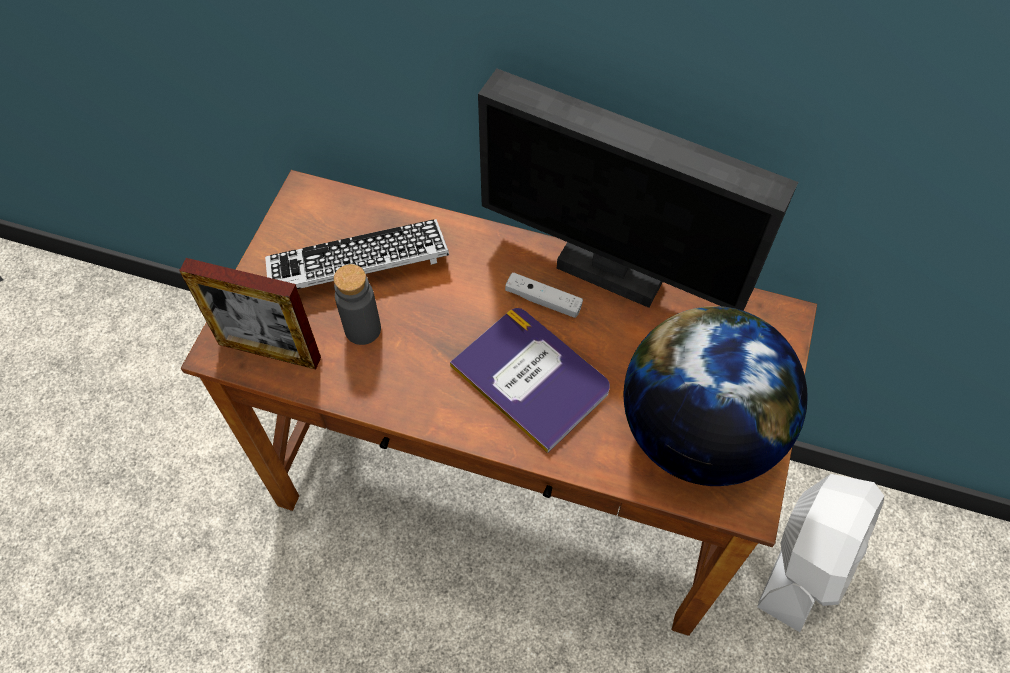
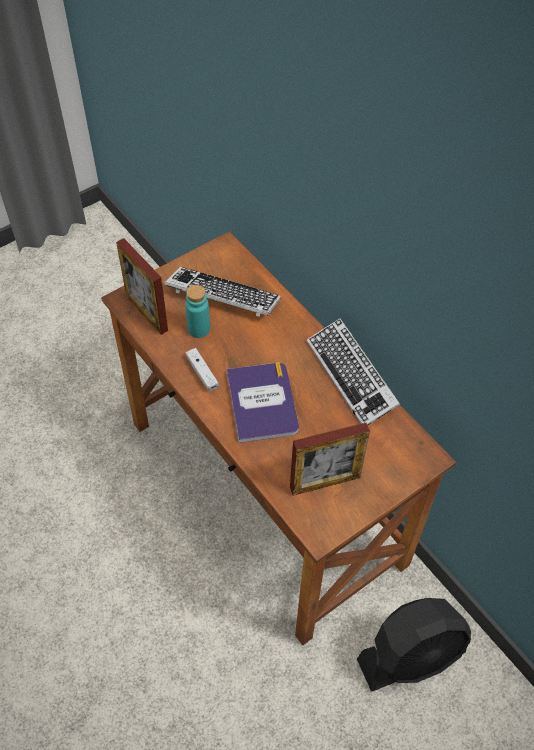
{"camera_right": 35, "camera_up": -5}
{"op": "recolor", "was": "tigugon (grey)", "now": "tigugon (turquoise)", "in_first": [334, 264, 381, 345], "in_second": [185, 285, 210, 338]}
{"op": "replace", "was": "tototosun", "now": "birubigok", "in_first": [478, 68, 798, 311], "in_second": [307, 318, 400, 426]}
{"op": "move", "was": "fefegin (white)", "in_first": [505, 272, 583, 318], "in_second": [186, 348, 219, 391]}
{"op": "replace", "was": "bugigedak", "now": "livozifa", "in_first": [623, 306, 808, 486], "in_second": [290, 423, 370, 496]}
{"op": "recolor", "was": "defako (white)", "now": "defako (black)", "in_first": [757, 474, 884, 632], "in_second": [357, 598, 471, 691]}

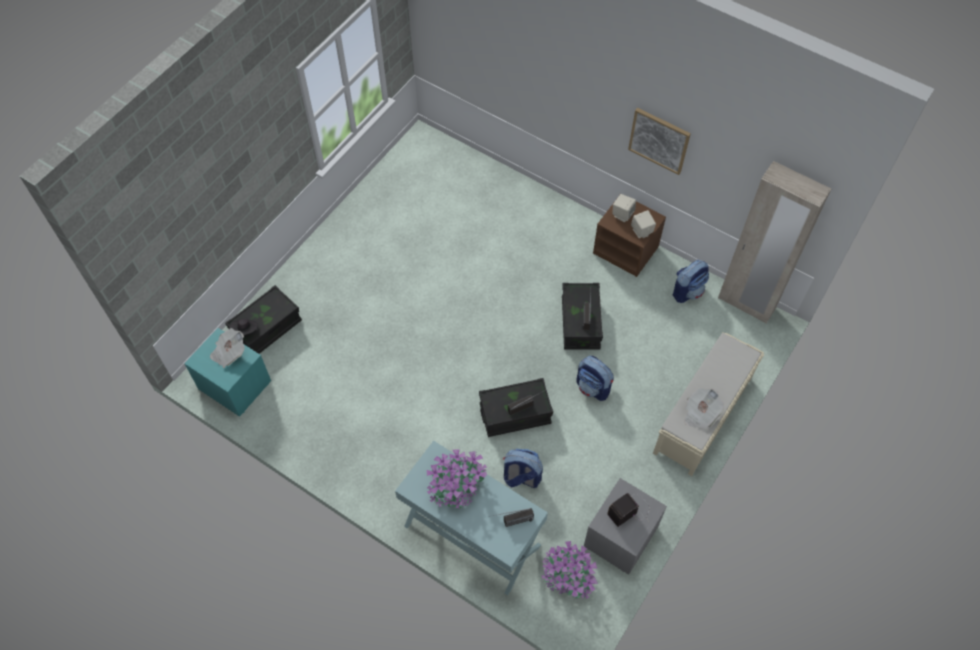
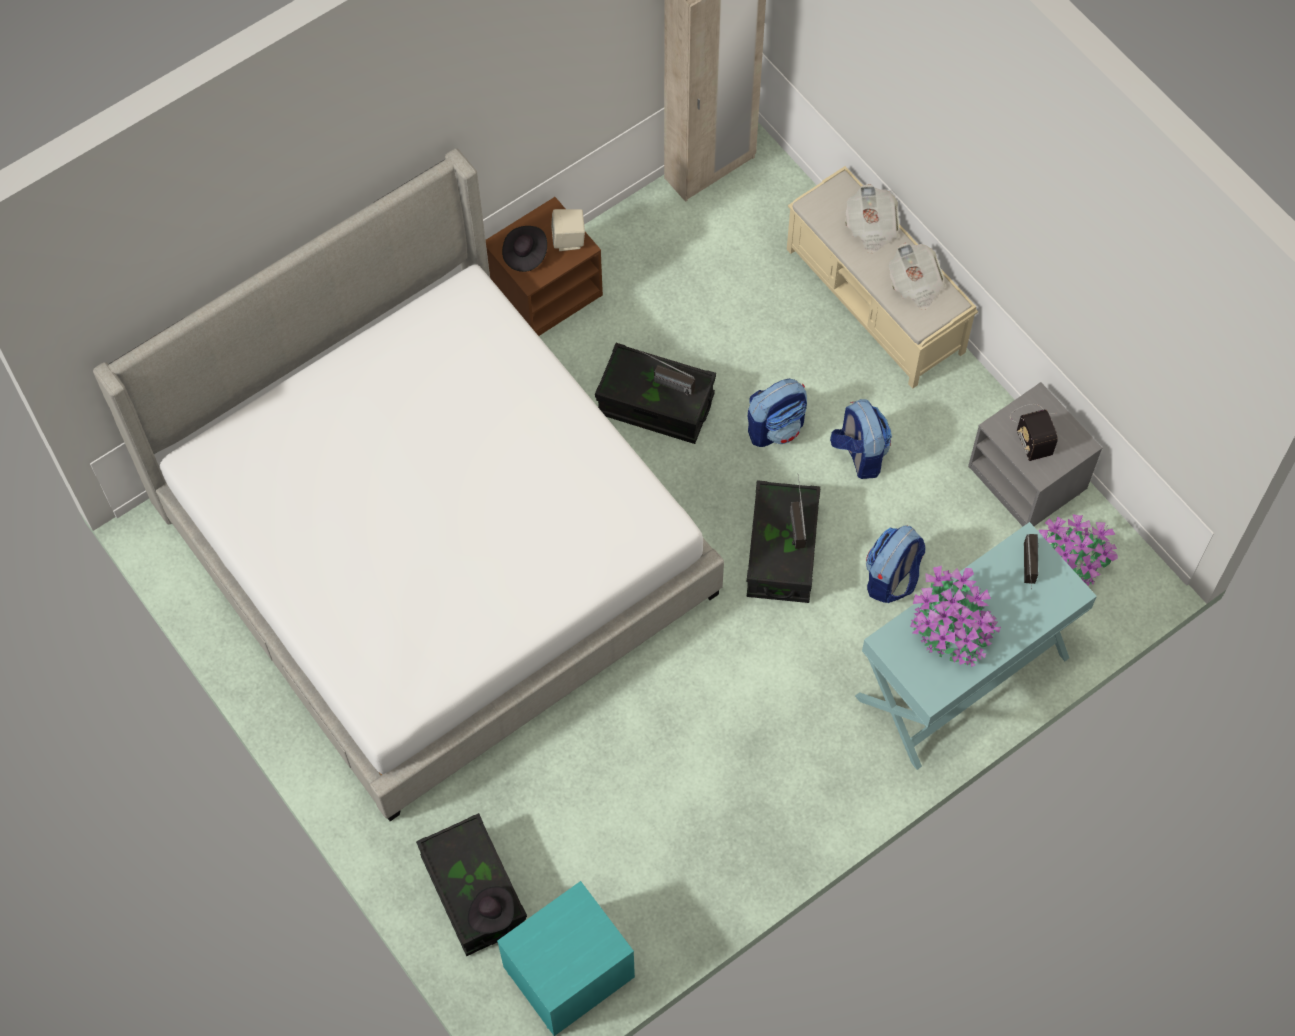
{"camera_right": -70, "camera_up": 5}
{"op": "move", "was": "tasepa", "in_first": [210, 328, 245, 368], "in_second": [845, 184, 899, 254]}
{"op": "replace", "was": "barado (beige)", "now": "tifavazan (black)", "in_first": [612, 194, 636, 222], "in_second": [502, 226, 547, 272]}
{"op": "delete", "was": "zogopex", "in_first": [628, 108, 691, 175]}
{"op": "move", "was": "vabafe", "in_first": [673, 260, 709, 303], "in_second": [830, 399, 892, 479]}
{"op": "insert", "now": "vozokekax", "in_second": [93, 149, 724, 821]}

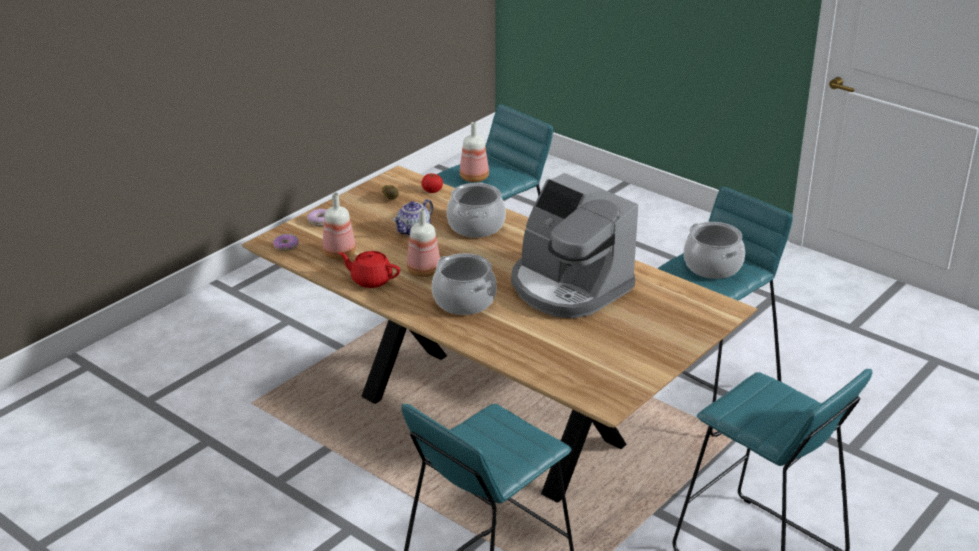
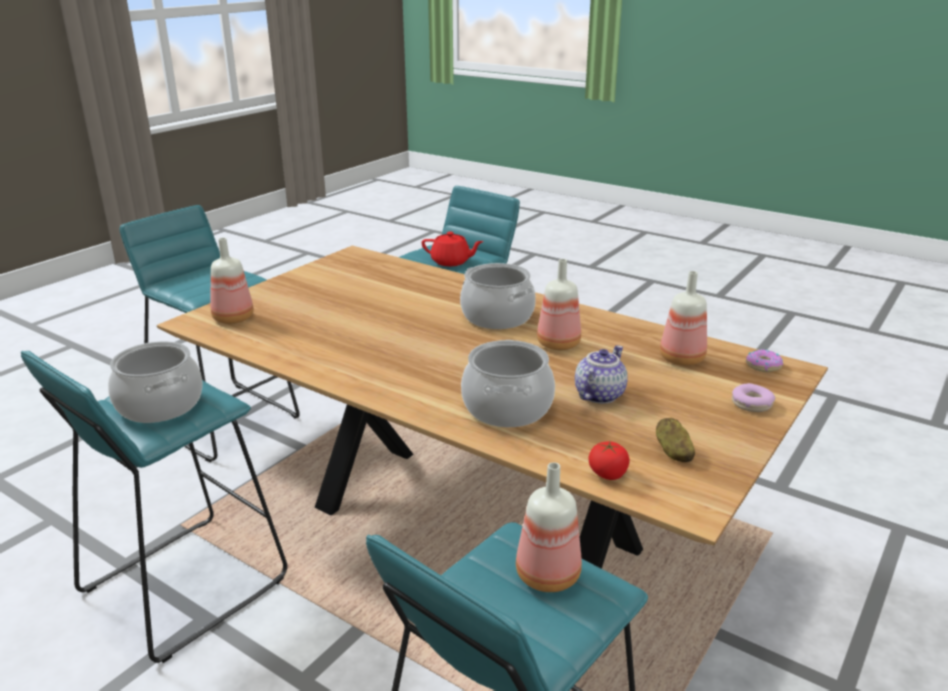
{"camera_right": 175, "camera_up": -5}
{"op": "move", "was": "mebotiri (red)", "in_first": [338, 251, 400, 288], "in_second": [422, 232, 483, 266]}
{"op": "delete", "was": "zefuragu", "in_first": [511, 173, 638, 319]}
{"op": "insert", "now": "tigugon", "in_second": [211, 238, 254, 324]}

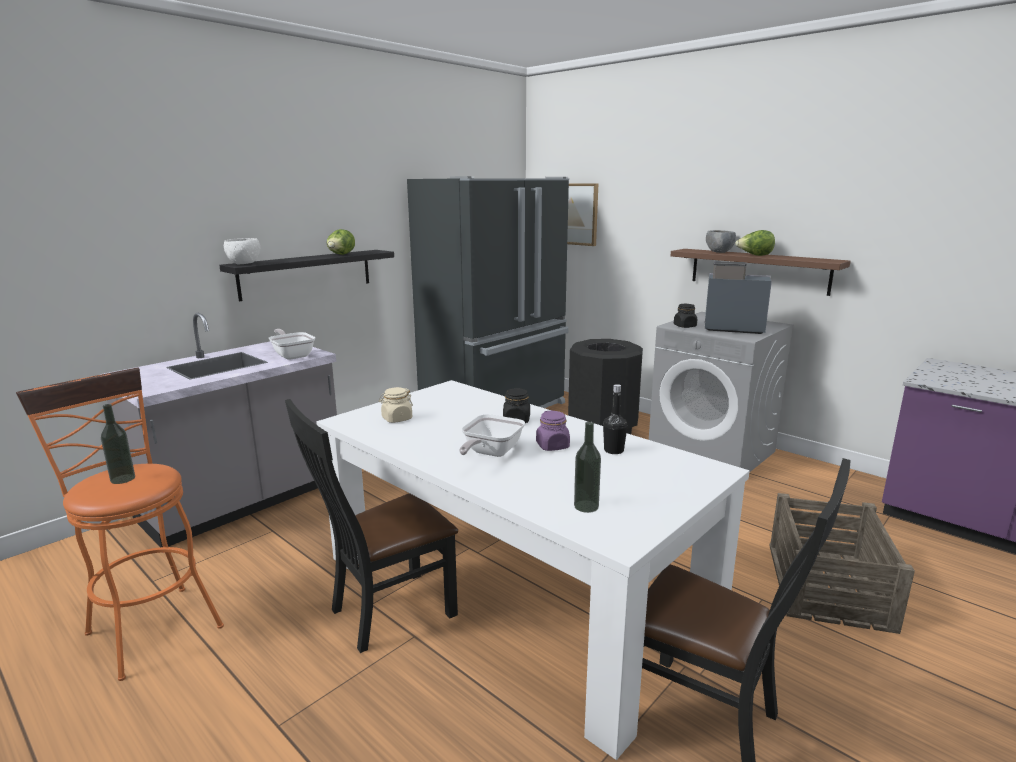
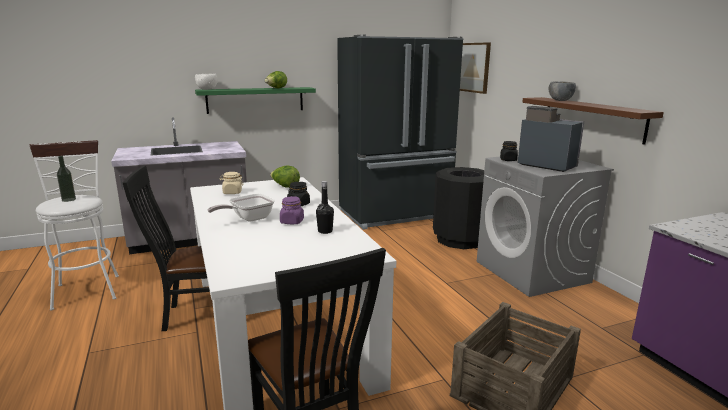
{"camera_right": 25, "camera_up": 0}
{"op": "recolor", "was": "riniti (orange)", "now": "riniti (white)", "in_first": [16, 367, 224, 681], "in_second": [29, 140, 119, 310]}
{"op": "recolor", "was": "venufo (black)", "now": "venufo (green)", "in_first": [219, 250, 394, 301], "in_second": [195, 87, 316, 114]}
{"op": "delete", "was": "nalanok", "in_first": [269, 329, 315, 360]}
{"op": "delete", "was": "tigugon", "in_first": [574, 421, 601, 513]}
{"op": "move", "was": "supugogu", "in_first": [735, 230, 775, 256], "in_second": [270, 166, 300, 188]}

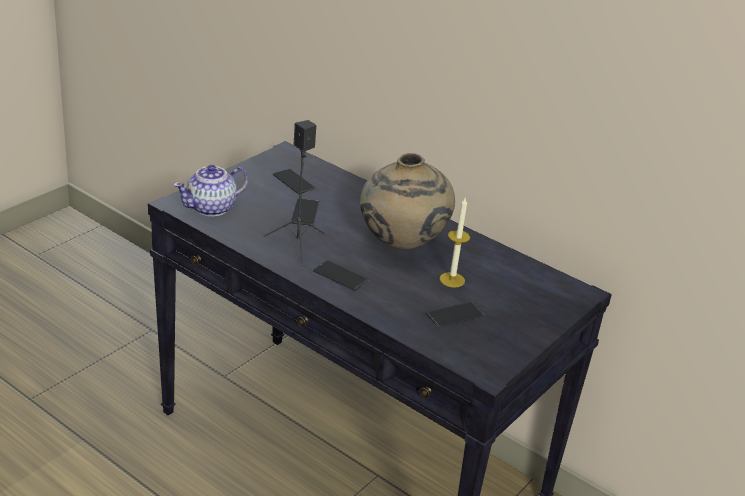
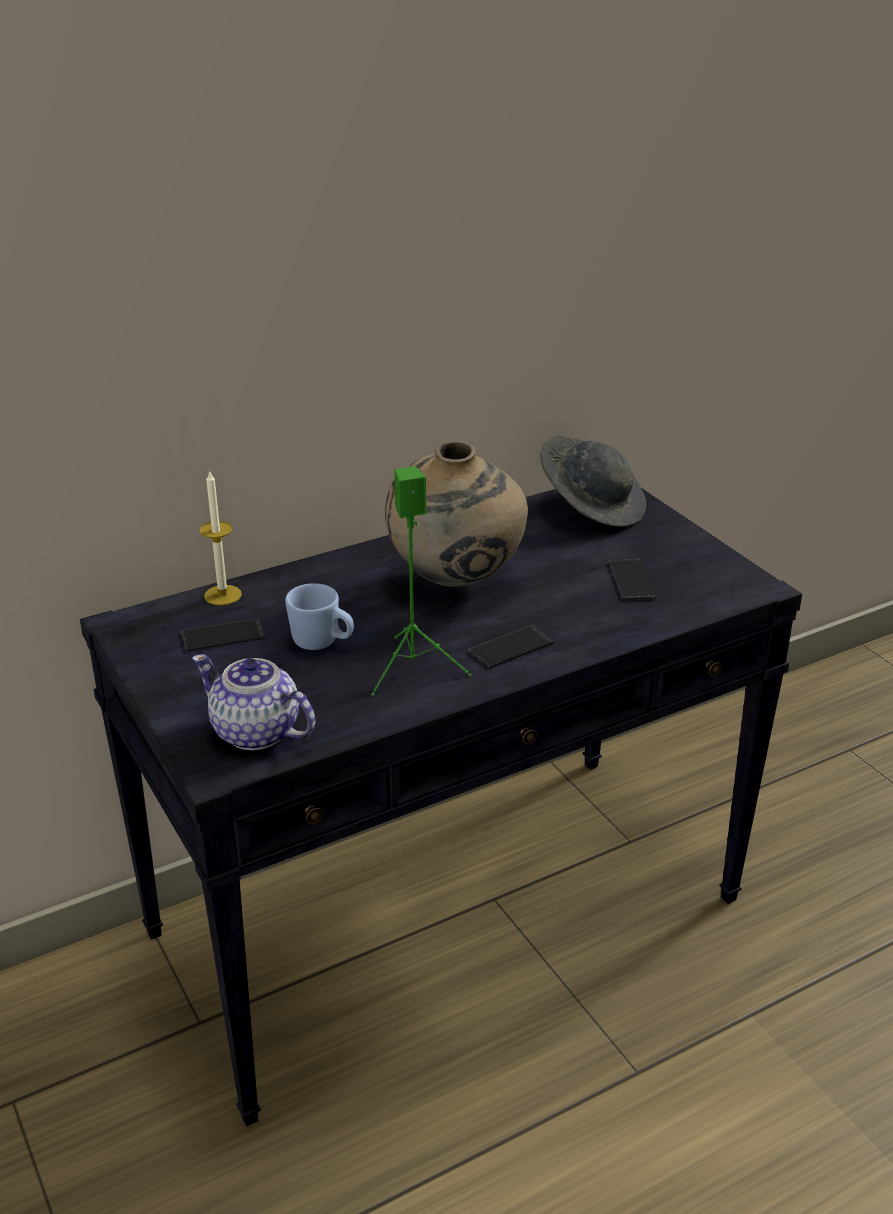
{"camera_right": -65, "camera_up": 0}
{"op": "rotate", "was": "mebotiri", "in_first": [173, 165, 248, 217], "in_second": [192, 654, 315, 750], "clockwise": 135}
{"op": "recolor", "was": "barado (black)", "now": "barado (green)", "in_first": [264, 120, 327, 266], "in_second": [371, 466, 472, 696]}
{"op": "replace", "was": "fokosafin", "now": "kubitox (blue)", "in_first": [291, 198, 319, 226], "in_second": [285, 583, 354, 650]}
{"op": "move", "was": "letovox", "in_first": [440, 198, 470, 288], "in_second": [199, 470, 242, 605]}
{"op": "insert", "now": "tifavazan (grey)", "in_second": [540, 436, 646, 527]}

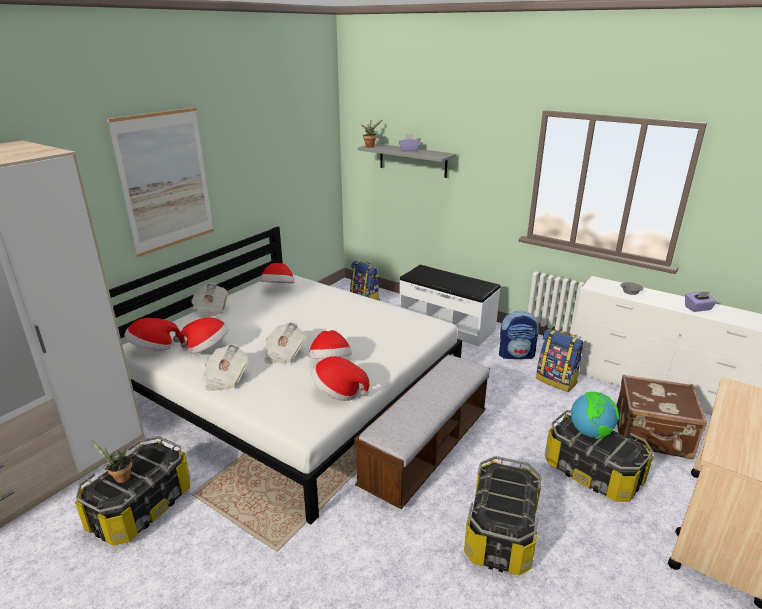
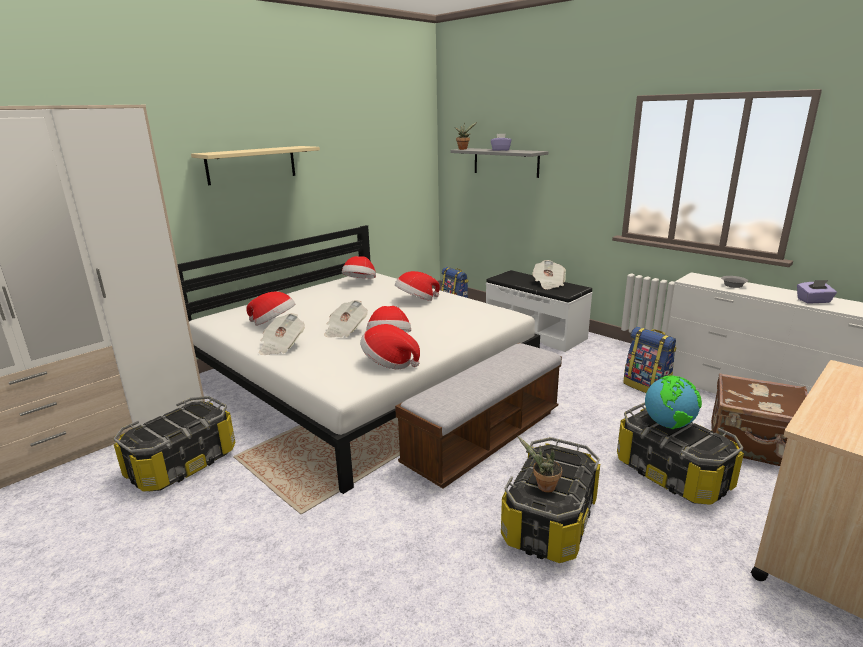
{"camera_right": 10, "camera_up": -5}
{"op": "move", "was": "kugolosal", "in_first": [92, 440, 132, 483], "in_second": [517, 436, 562, 493]}
{"op": "replace", "was": "zogopex", "now": "venufo (beige)", "in_first": [107, 108, 214, 257], "in_second": [191, 146, 320, 185]}
{"op": "move", "was": "tifavazan", "in_first": [124, 318, 180, 351], "in_second": [395, 271, 440, 301]}
{"op": "move", "was": "tasepa", "in_first": [191, 283, 228, 319], "in_second": [532, 260, 566, 289]}
{"op": "delete", "was": "vabafe", "in_first": [499, 311, 539, 359]}

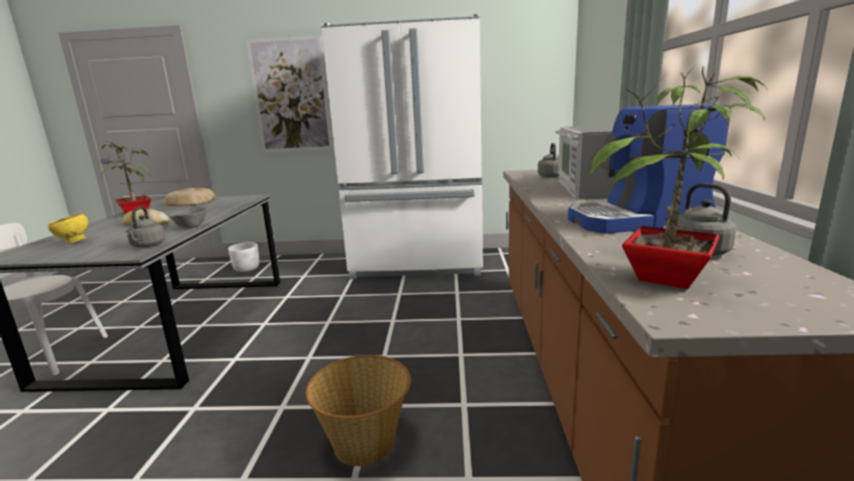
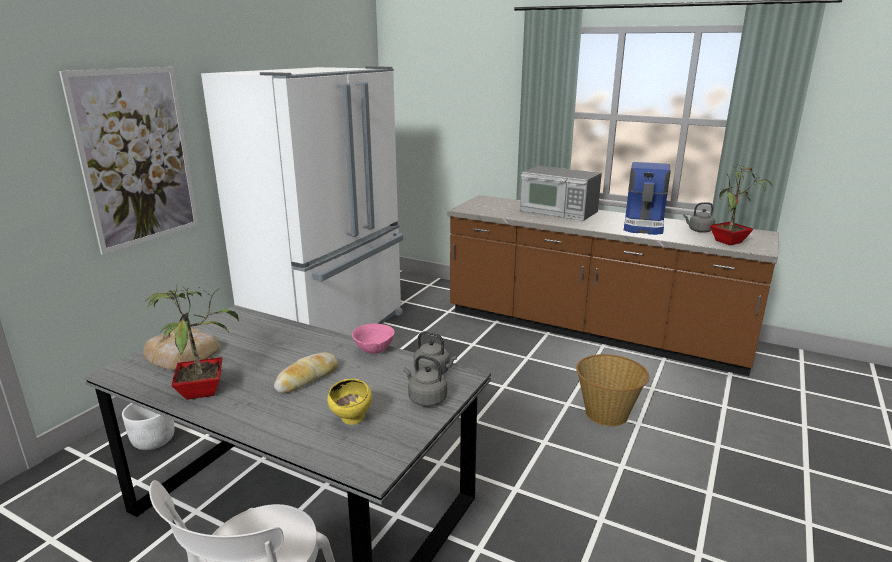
{"camera_right": -65, "camera_up": 5}
{"op": "recolor", "was": "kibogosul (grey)", "now": "kibogosul (pink)", "in_first": [168, 207, 207, 229], "in_second": [352, 324, 395, 354]}
{"op": "move", "was": "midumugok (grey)", "in_first": [538, 143, 559, 177], "in_second": [403, 355, 447, 407]}

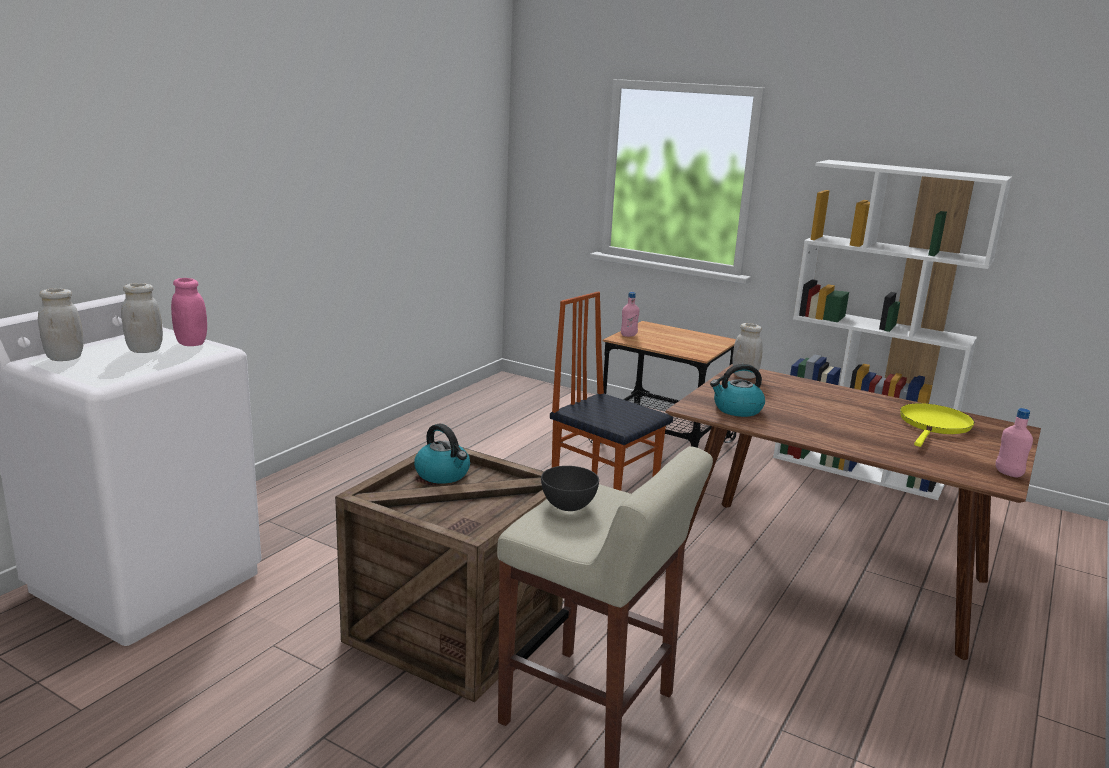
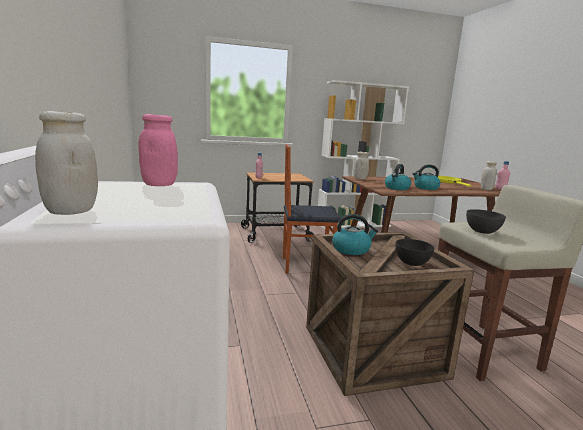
{"camera_right": -45, "camera_up": -5}
{"op": "move", "was": "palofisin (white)", "in_first": [121, 283, 163, 353], "in_second": [481, 161, 497, 190]}
{"op": "insert", "now": "kibogosul (black)", "in_second": [396, 239, 434, 266]}
{"op": "insert", "now": "midumugok", "in_second": [413, 164, 440, 190]}

